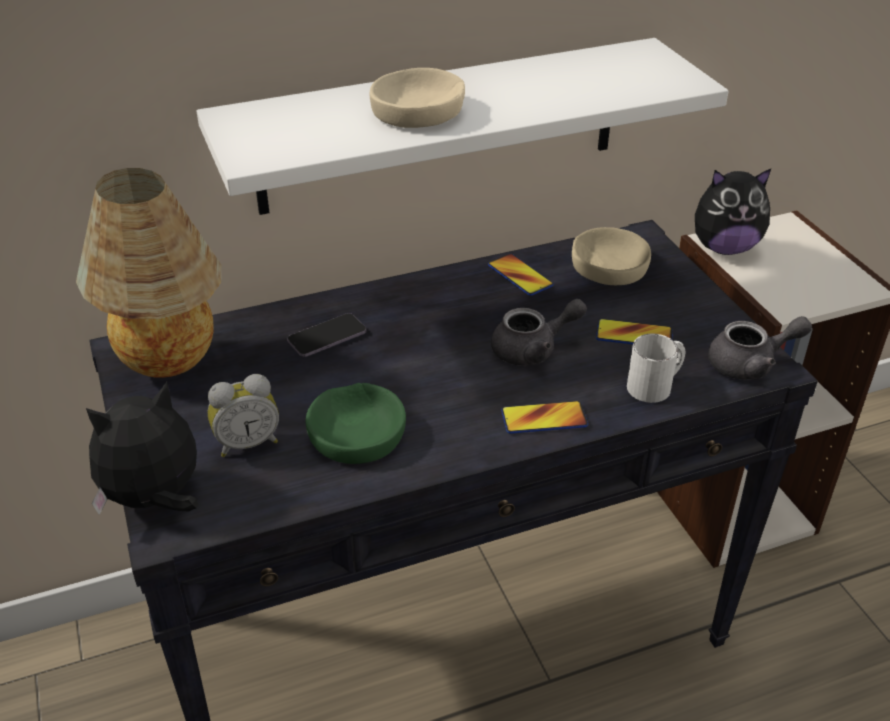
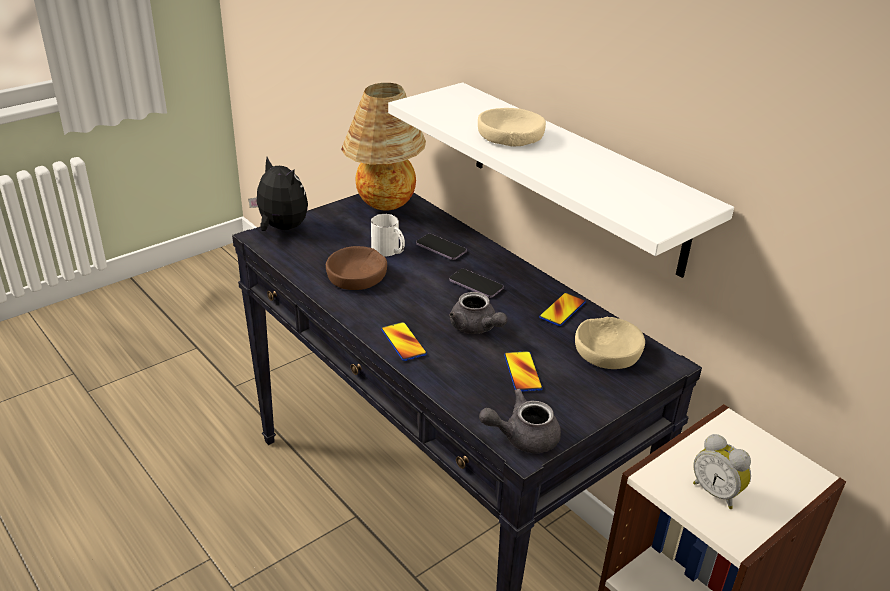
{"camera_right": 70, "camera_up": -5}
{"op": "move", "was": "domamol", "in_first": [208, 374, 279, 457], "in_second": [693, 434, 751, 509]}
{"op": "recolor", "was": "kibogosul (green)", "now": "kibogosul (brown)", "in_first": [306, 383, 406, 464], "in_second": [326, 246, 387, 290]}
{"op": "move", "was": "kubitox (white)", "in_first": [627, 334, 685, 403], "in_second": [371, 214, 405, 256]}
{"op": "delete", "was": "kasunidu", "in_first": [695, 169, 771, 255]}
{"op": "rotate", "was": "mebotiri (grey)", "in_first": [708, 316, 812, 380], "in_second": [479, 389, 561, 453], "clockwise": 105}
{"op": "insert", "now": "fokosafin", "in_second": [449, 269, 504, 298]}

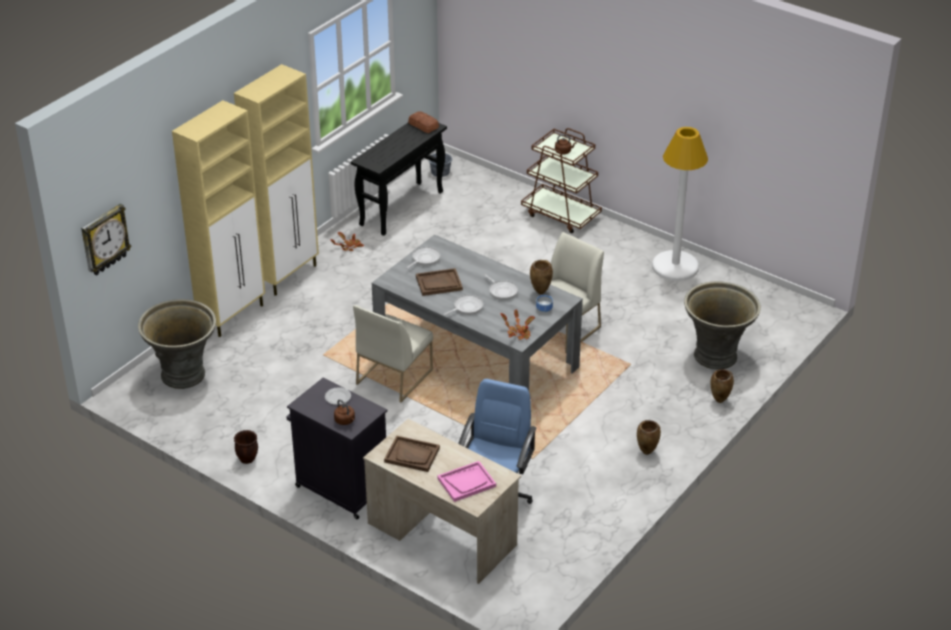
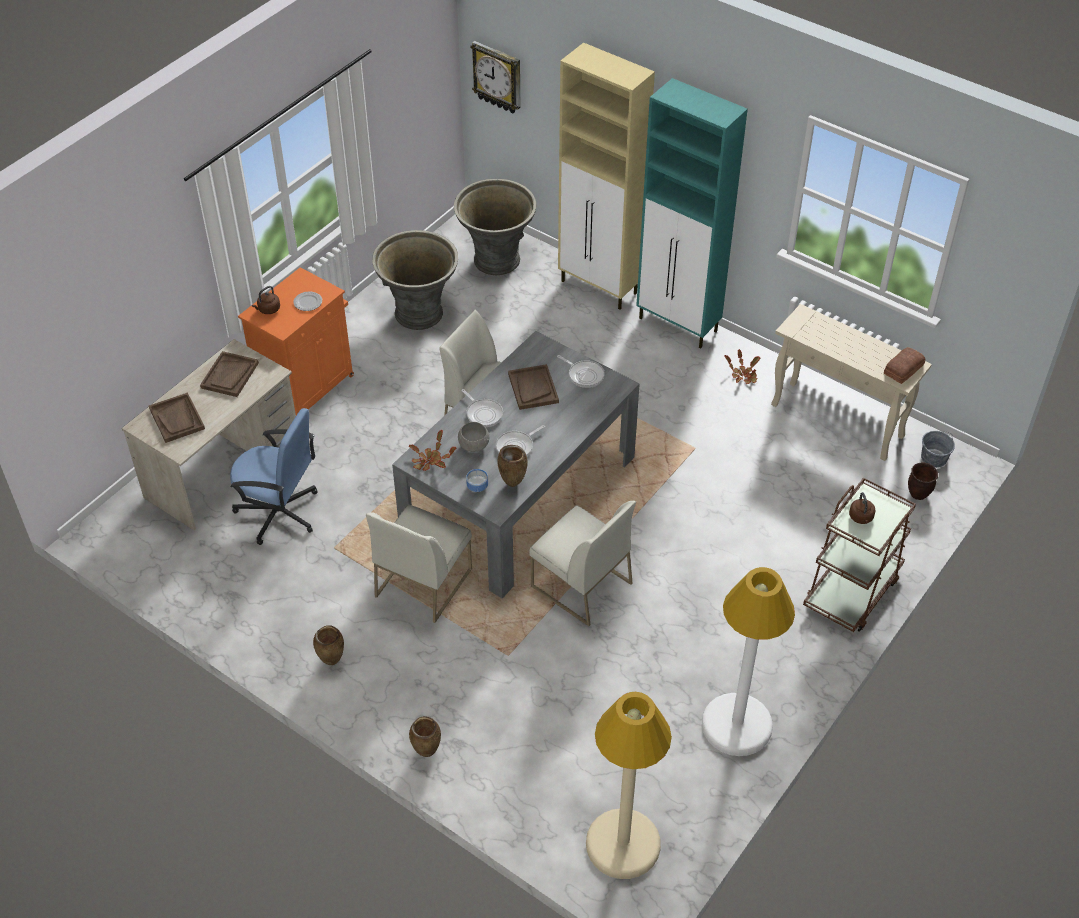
{"camera_right": 90, "camera_up": 10}
{"op": "recolor", "was": "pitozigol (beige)", "now": "pitozigol (turquoise)", "in_first": [234, 64, 319, 296], "in_second": [636, 78, 748, 348]}
{"op": "move", "was": "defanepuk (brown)", "in_first": [234, 430, 258, 464], "in_second": [908, 462, 938, 500]}
{"op": "recolor", "was": "pitozigol (black)", "now": "pitozigol (orange)", "in_first": [286, 377, 387, 519], "in_second": [238, 267, 354, 415]}
{"op": "recolor", "was": "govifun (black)", "now": "govifun (beige)", "in_first": [351, 123, 447, 236], "in_second": [771, 304, 932, 461]}
{"op": "recolor", "was": "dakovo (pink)", "now": "dakovo (brown)", "in_first": [438, 461, 496, 502], "in_second": [149, 392, 205, 443]}
{"op": "move", "was": "defanepuk (grey)", "in_first": [684, 281, 761, 370], "in_second": [372, 230, 458, 330]}
{"op": "insert", "now": "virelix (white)", "in_second": [366, 505, 472, 623]}
{"op": "insert", "now": "kibogosul (grey)", "in_second": [458, 422, 489, 452]}
{"op": "insert", "now": "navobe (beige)", "in_second": [586, 692, 672, 879]}

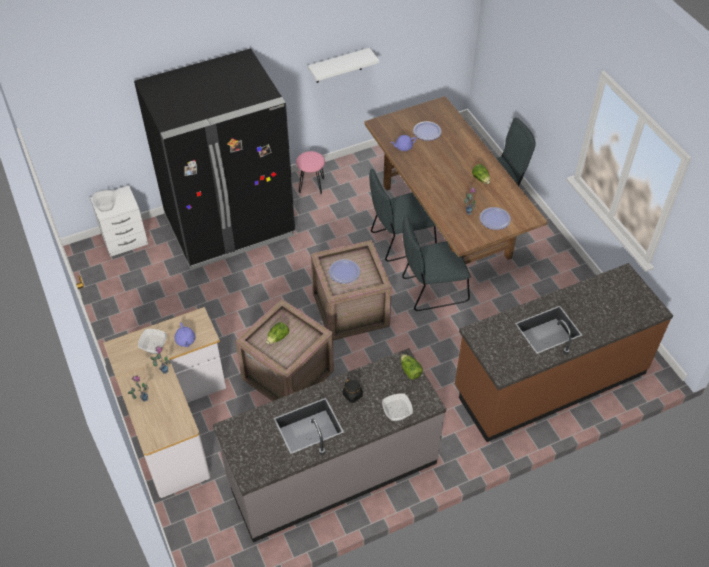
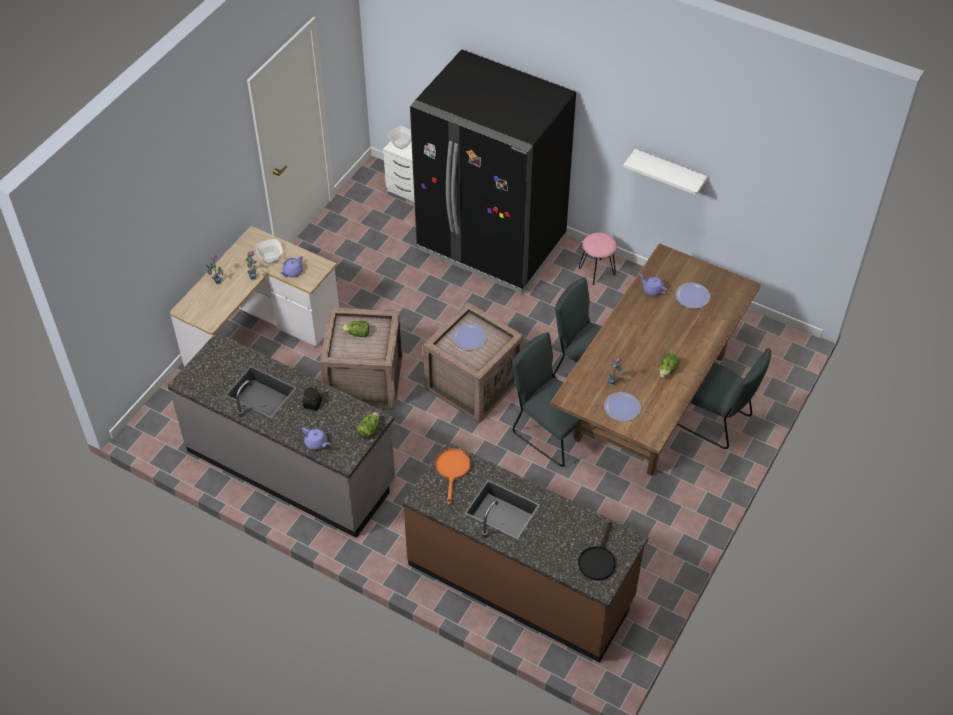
{"camera_right": 55, "camera_up": 0}
{"op": "replace", "was": "kibogosul", "now": "mebotiri (purple)", "in_first": [382, 393, 413, 421], "in_second": [302, 427, 330, 450]}
{"op": "insert", "now": "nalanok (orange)", "in_second": [435, 448, 471, 505]}
{"op": "insert", "now": "nalanok (black)", "in_second": [578, 521, 616, 580]}

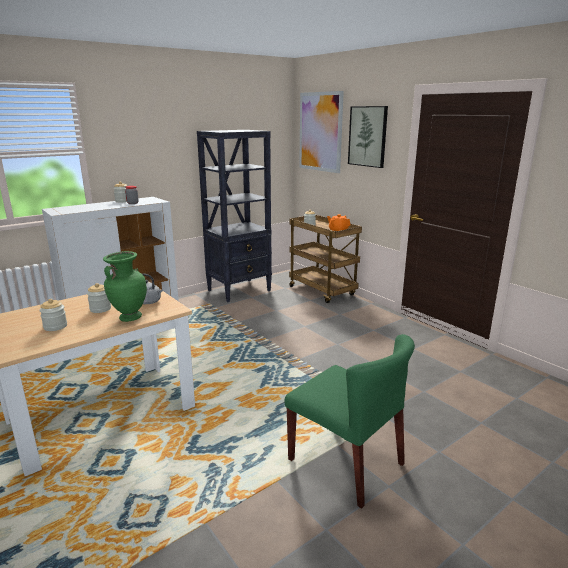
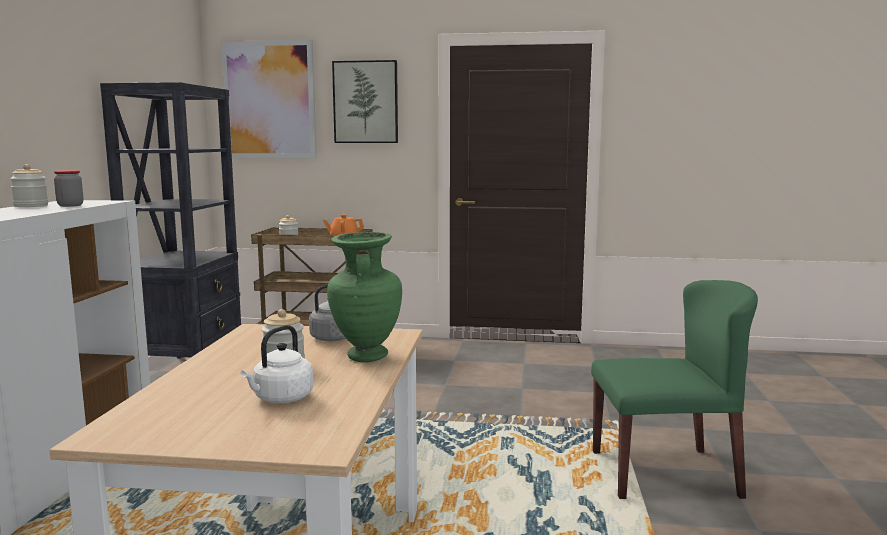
{"camera_right": -45, "camera_up": -10}
{"op": "replace", "was": "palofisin", "now": "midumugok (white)", "in_first": [40, 299, 67, 331], "in_second": [241, 325, 313, 403]}

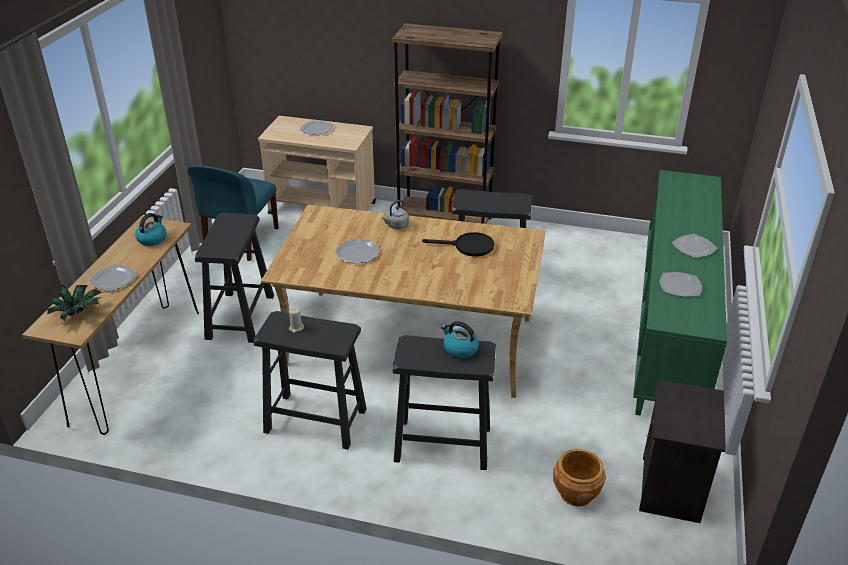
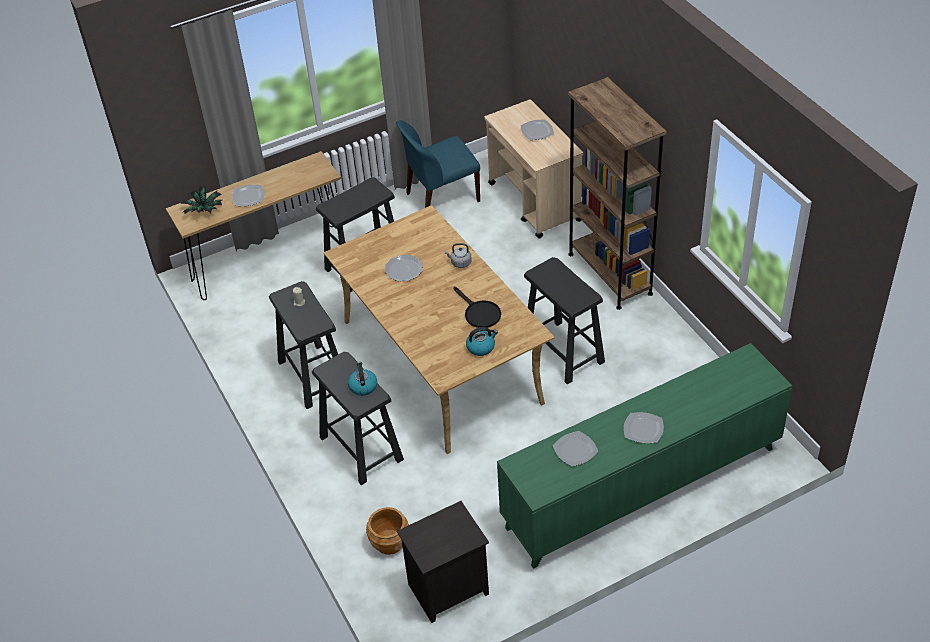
{"camera_right": 50, "camera_up": 10}
{"op": "move", "was": "midumugok", "in_first": [135, 213, 167, 246], "in_second": [466, 327, 498, 356]}

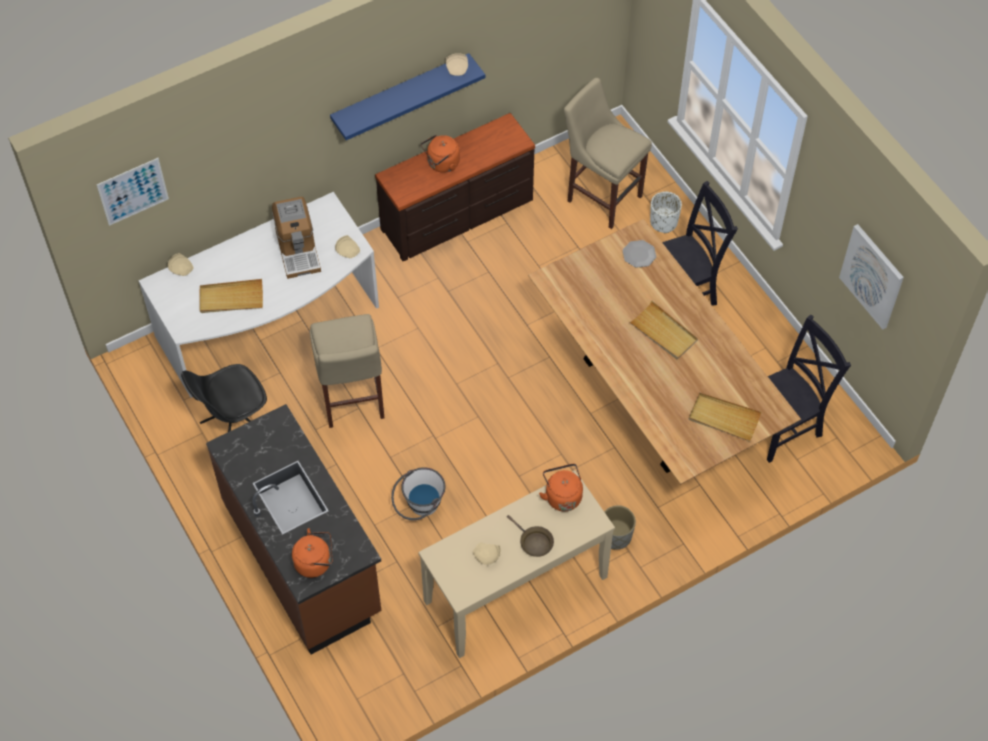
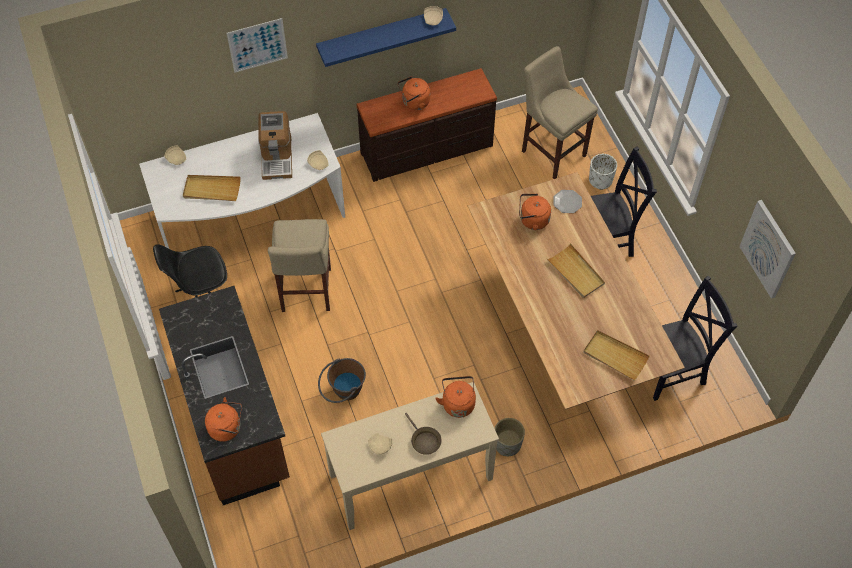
{"camera_right": 10, "camera_up": 0}
{"op": "move", "was": "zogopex", "in_first": [97, 158, 169, 226], "in_second": [227, 18, 288, 73]}
{"op": "recolor", "was": "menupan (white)", "now": "menupan (brown)", "in_first": [391, 467, 446, 520], "in_second": [318, 358, 366, 403]}
{"op": "insert", "now": "midumugok (orange)", "in_second": [519, 193, 551, 230]}

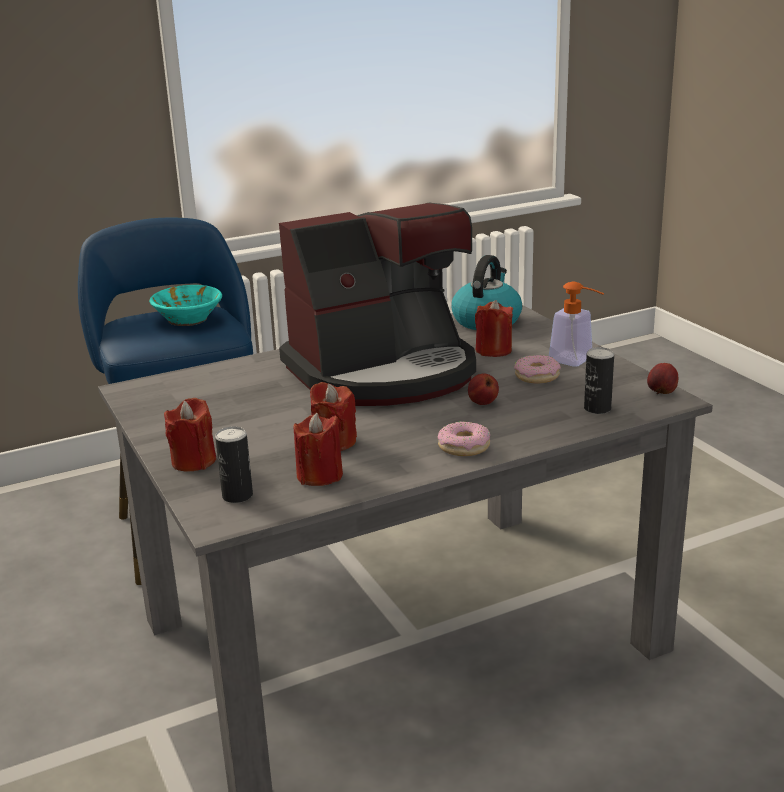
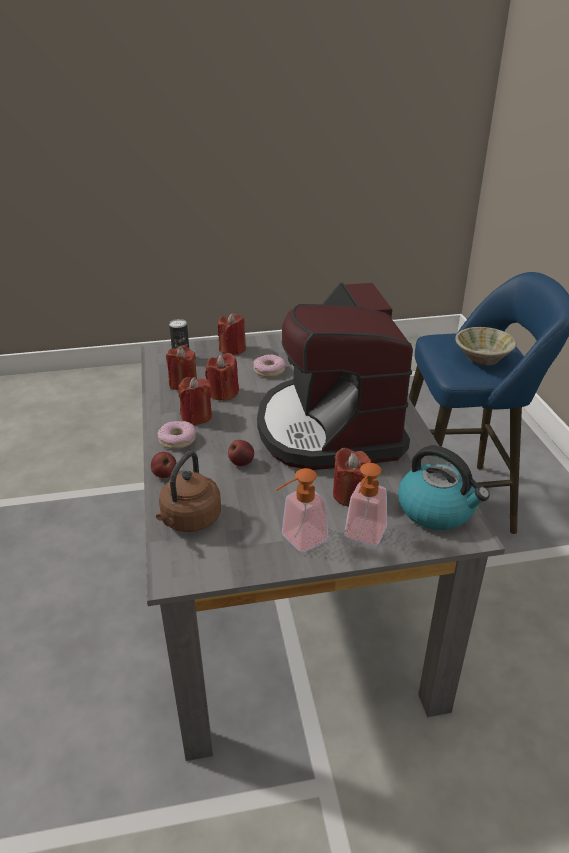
{"camera_right": 105, "camera_up": 10}
{"op": "recolor", "was": "kibogosul (turquoise)", "now": "kibogosul (beige)", "in_first": [149, 285, 222, 326], "in_second": [455, 327, 516, 365]}
{"op": "move", "was": "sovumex", "in_first": [514, 355, 561, 383], "in_second": [253, 354, 286, 377]}
{"op": "replace", "was": "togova", "now": "midumugok (brown)", "in_first": [584, 347, 614, 414], "in_second": [156, 451, 221, 532]}
{"op": "move", "was": "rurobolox", "in_first": [647, 363, 678, 394], "in_second": [151, 452, 177, 478]}
{"op": "insert", "now": "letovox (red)", "in_second": [178, 377, 212, 425]}
{"op": "insert", "now": "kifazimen", "in_second": [344, 463, 387, 546]}

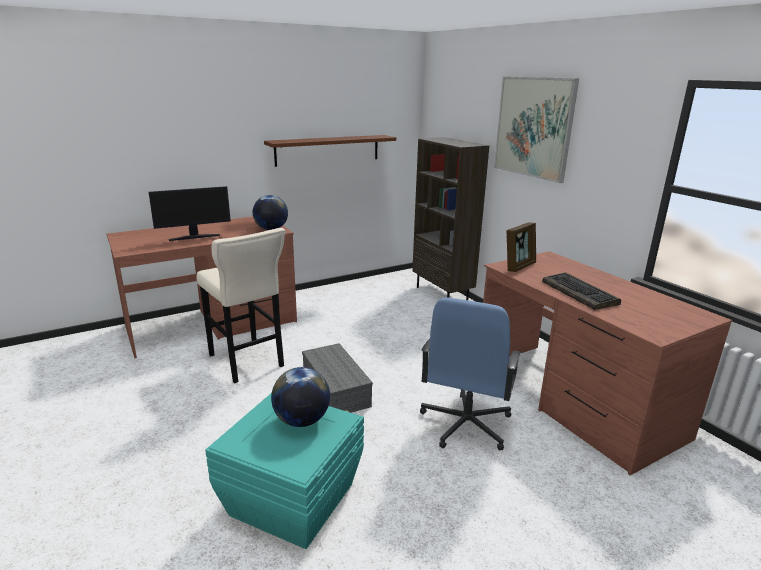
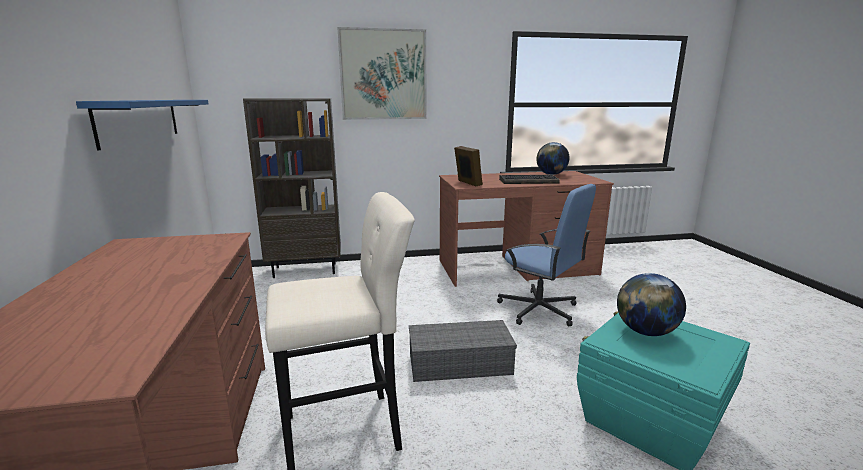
{"camera_right": -70, "camera_up": -5}
{"op": "delete", "was": "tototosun", "in_first": [149, 186, 231, 241]}
{"op": "move", "was": "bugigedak", "in_first": [253, 195, 288, 230], "in_second": [536, 142, 569, 175]}
{"op": "recolor", "was": "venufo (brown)", "now": "venufo (blue)", "in_first": [264, 135, 396, 167], "in_second": [76, 100, 209, 151]}

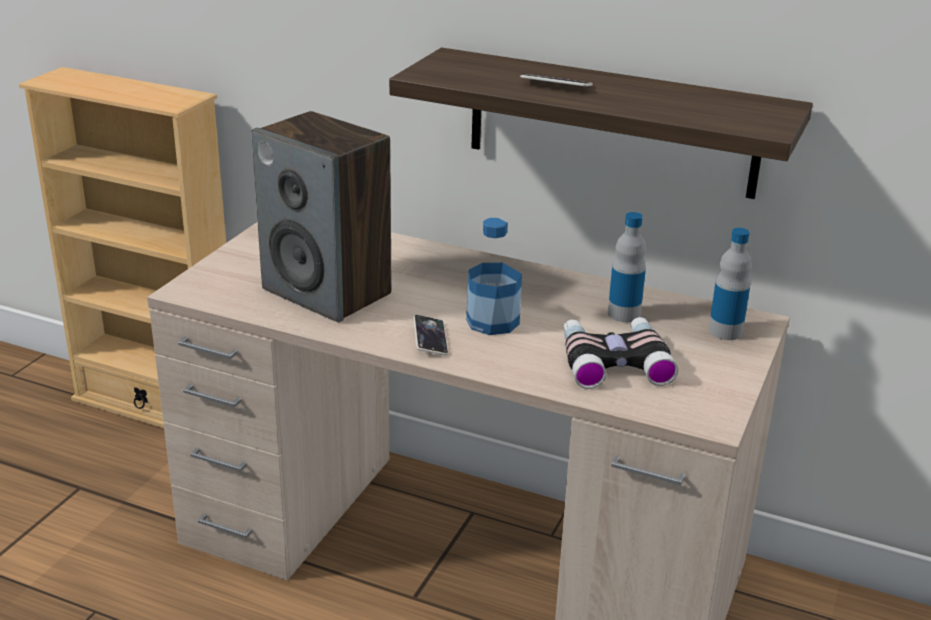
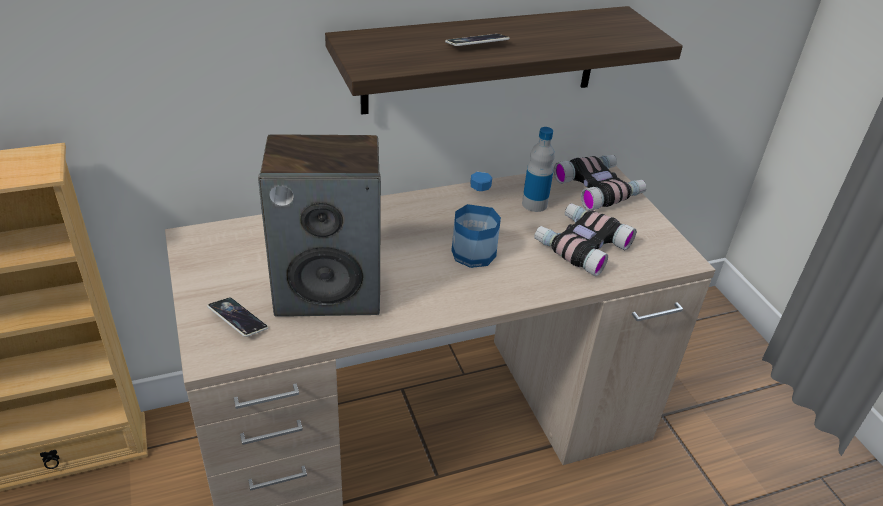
{"camera_right": -45, "camera_up": 10}
{"op": "move", "was": "fokosafin", "in_first": [413, 315, 448, 356], "in_second": [207, 297, 268, 337]}
{"op": "replace", "was": "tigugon", "now": "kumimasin", "in_first": [709, 228, 752, 340], "in_second": [554, 155, 647, 211]}

